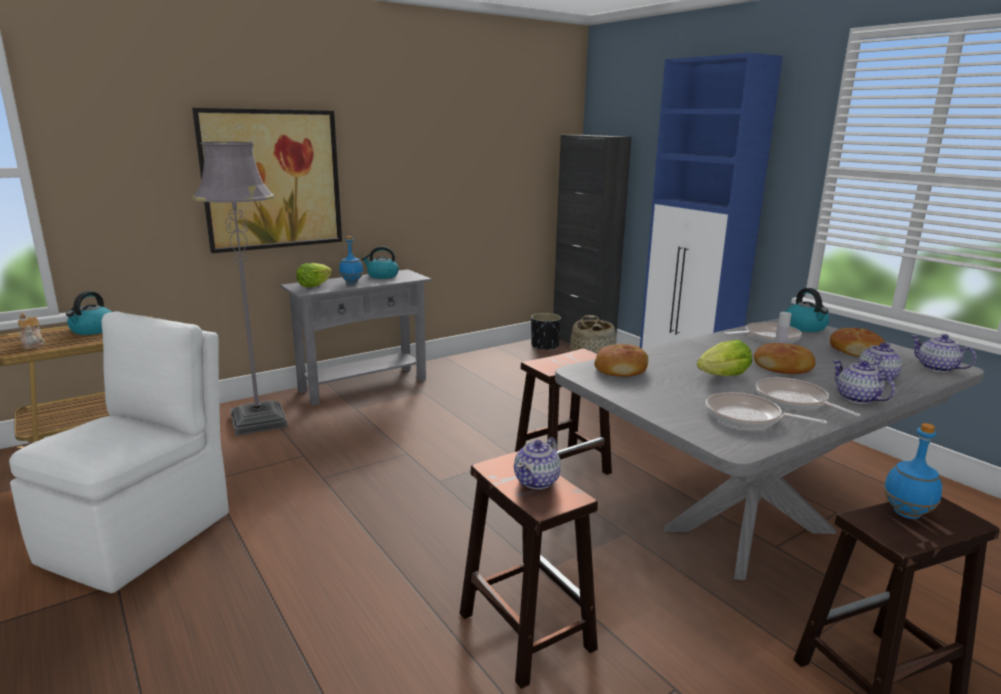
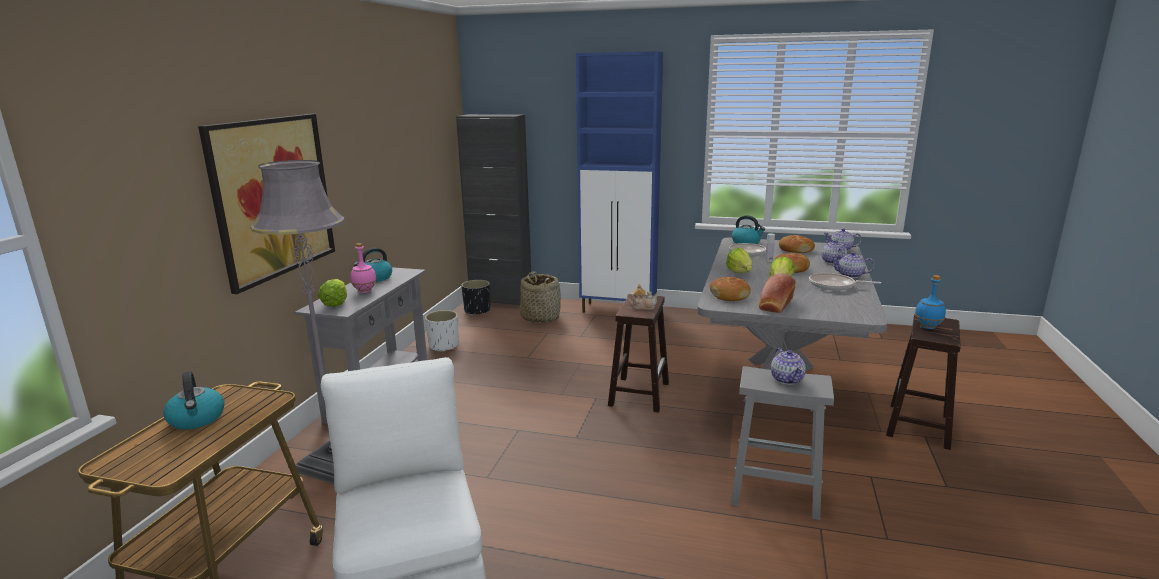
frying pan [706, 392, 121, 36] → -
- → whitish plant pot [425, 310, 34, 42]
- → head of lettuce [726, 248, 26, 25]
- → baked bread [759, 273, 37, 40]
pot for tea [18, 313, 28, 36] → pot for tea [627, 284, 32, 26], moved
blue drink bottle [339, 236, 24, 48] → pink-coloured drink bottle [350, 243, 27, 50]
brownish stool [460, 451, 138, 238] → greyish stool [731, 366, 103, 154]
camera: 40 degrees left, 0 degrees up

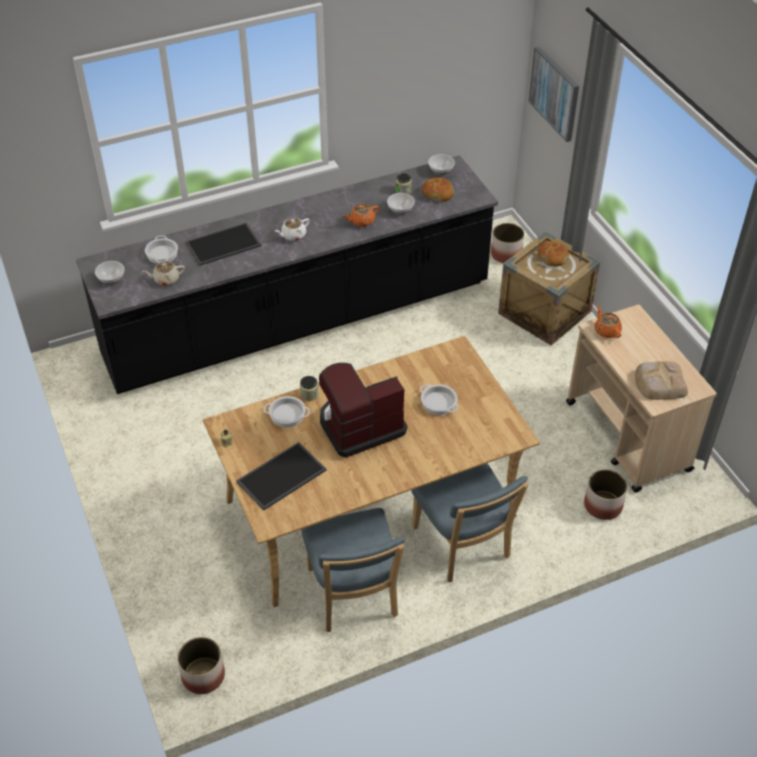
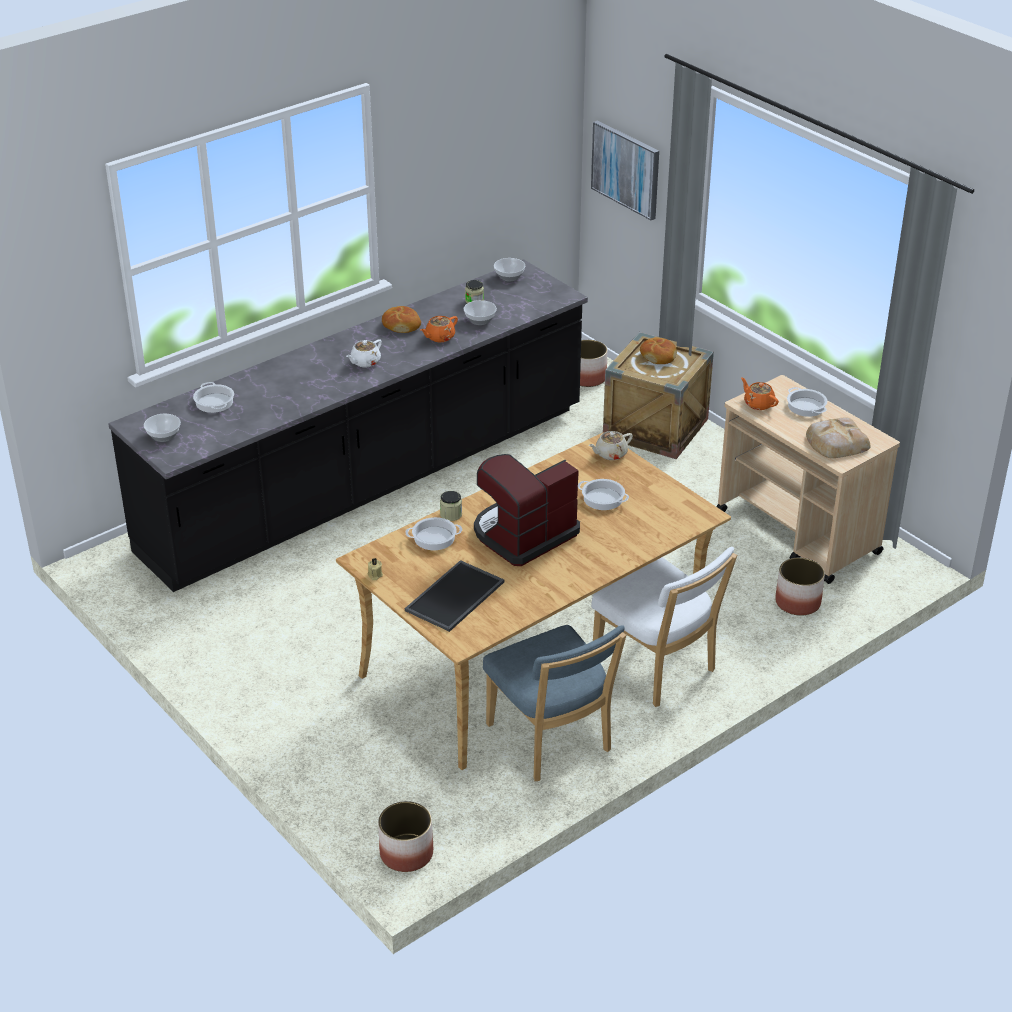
carrying tray [186, 223, 75, 43] → -
- → saucepot [787, 387, 40, 30]
sand-coloured pot for tea [142, 261, 43, 25] → sand-coloured pot for tea [588, 431, 45, 29], moved
baked bread [422, 177, 32, 25] → baked bread [382, 306, 39, 27], moved
blue chair [411, 463, 118, 119] → whitish chair [591, 547, 146, 160]
camera: 15 degrees left, 10 degrees down

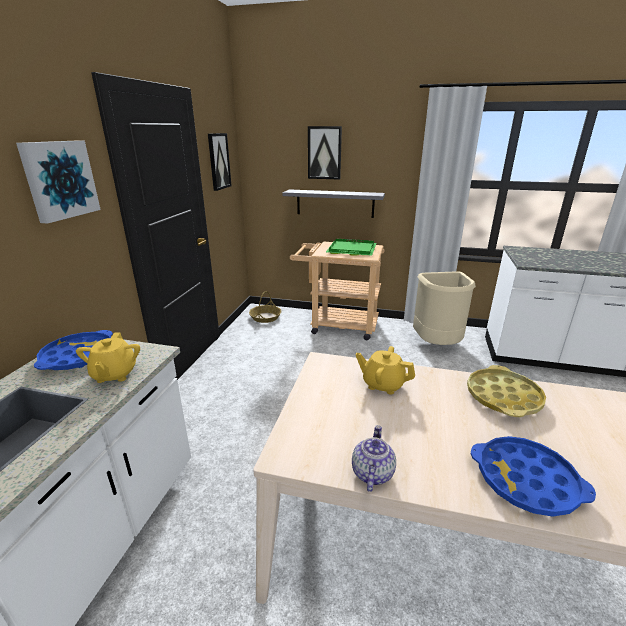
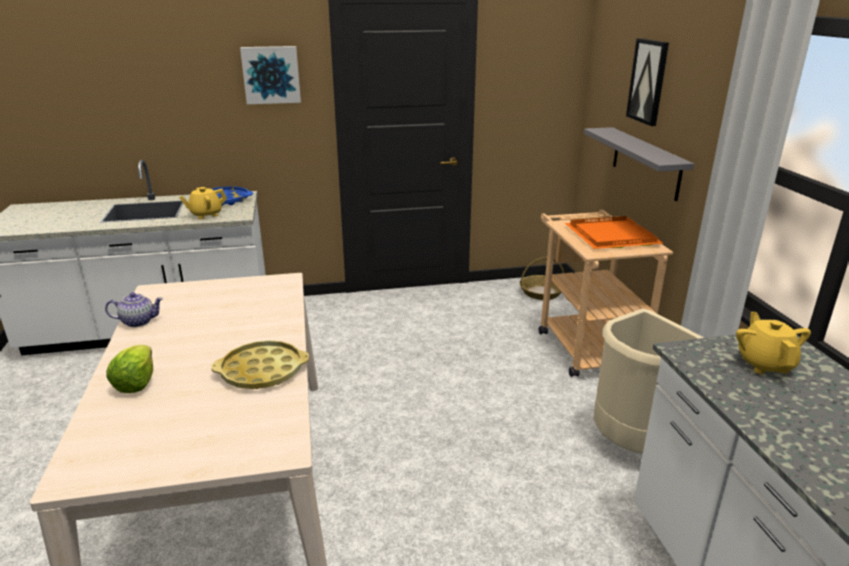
wall picture [208, 133, 24, 58] → -
yellow pot for tea [355, 346, 60, 49] → yellow pot for tea [736, 312, 75, 62], moved
blue carrying tray [471, 436, 125, 81] → head of lettuce [106, 345, 47, 48]
green carrying tray [326, 238, 51, 18] → orangey carrying tray [565, 216, 98, 33]
camera: 65 degrees right, 0 degrees up

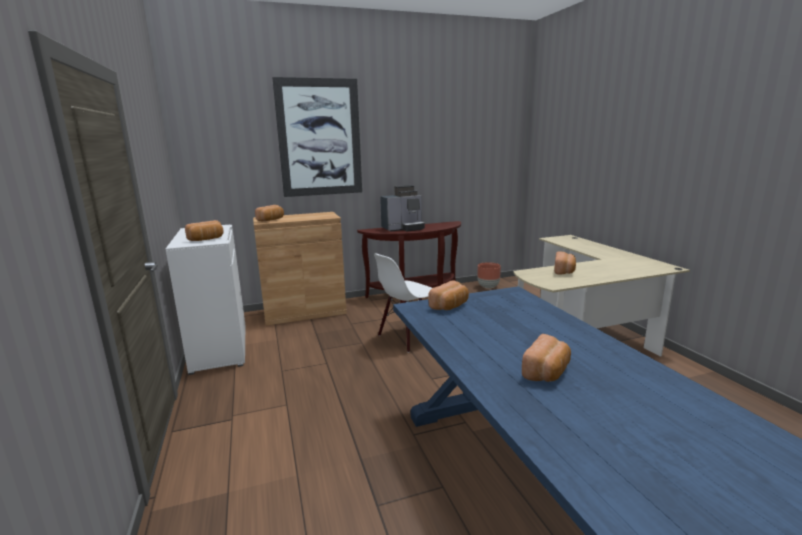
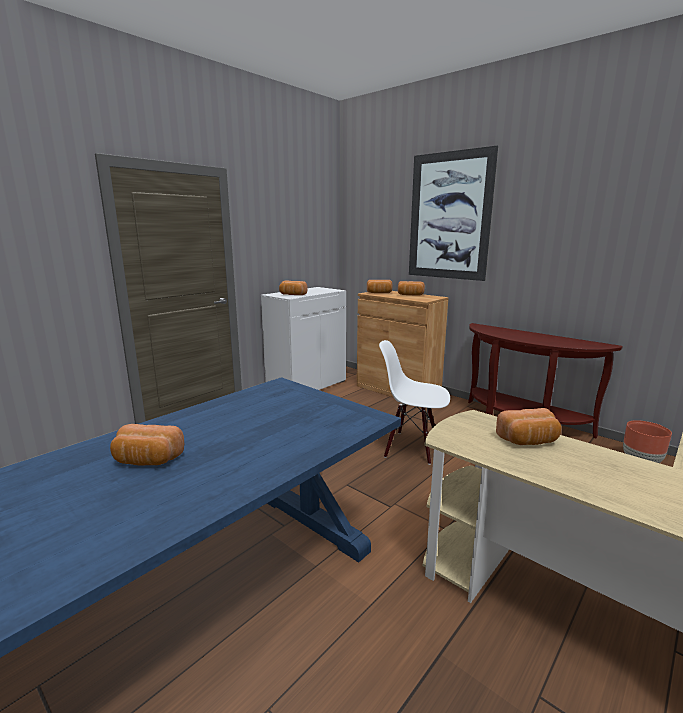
coffee maker [380, 185, 45, 46] → -
baked bread [428, 280, 41, 30] → baked bread [398, 281, 27, 14], moved
camera: 60 degrees right, 0 degrees up

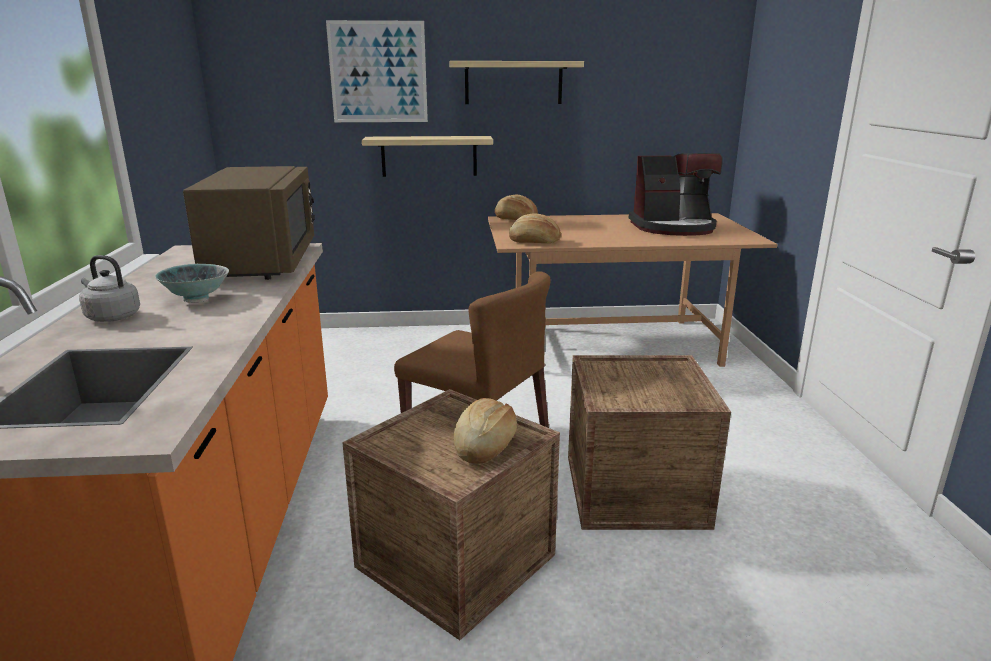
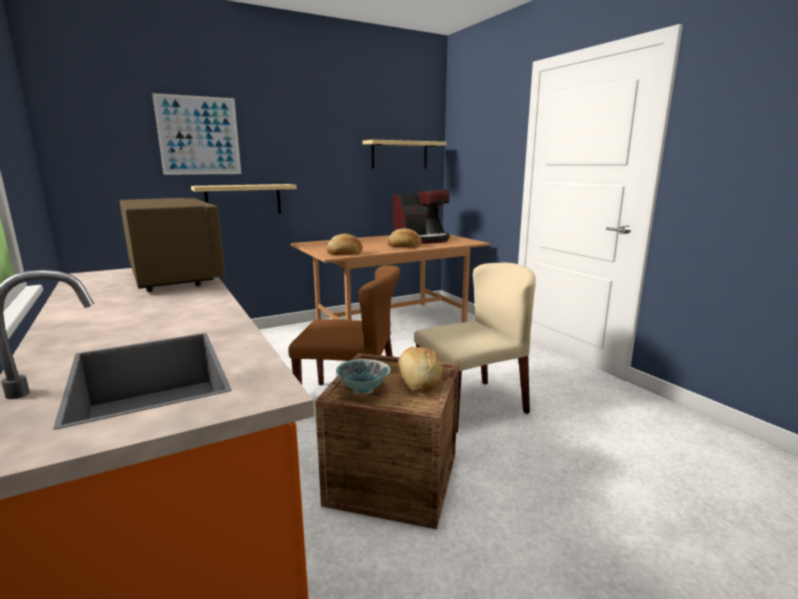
greyish water kettle [79, 255, 61, 67] → -
bowl [155, 264, 74, 39] → bowl [336, 359, 55, 35], moved
bracket shelf [449, 61, 135, 43] → bracket shelf [362, 140, 84, 29], moved
baked bread [495, 195, 43, 25] → baked bread [388, 228, 34, 19], moved
crate [568, 355, 163, 175] → sand-coloured chair [414, 263, 122, 170]
camera: 25 degrees left, 5 degrees down

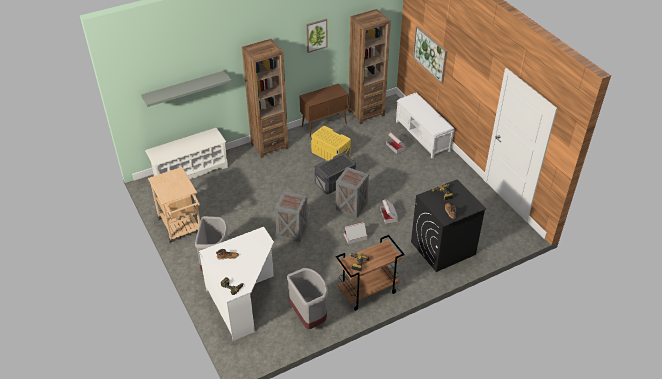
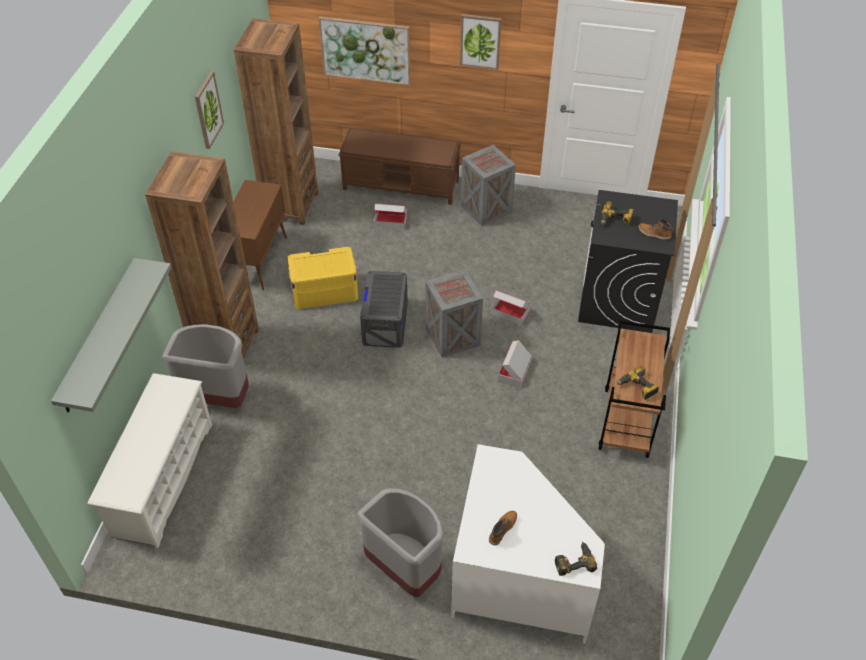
sand-coloured wheeled cart [148, 167, 52, 75] → -
- → wall picture [460, 14, 42, 56]
crate [275, 191, 33, 51] → crate [461, 145, 55, 81], moved
greyish trash can [287, 268, 41, 62] → greyish trash can [162, 324, 87, 84], moved
whitish indoor bench [396, 92, 59, 67] → brownish indoor bench [339, 127, 122, 78]
camera: 50 degrees left, 5 degrees up

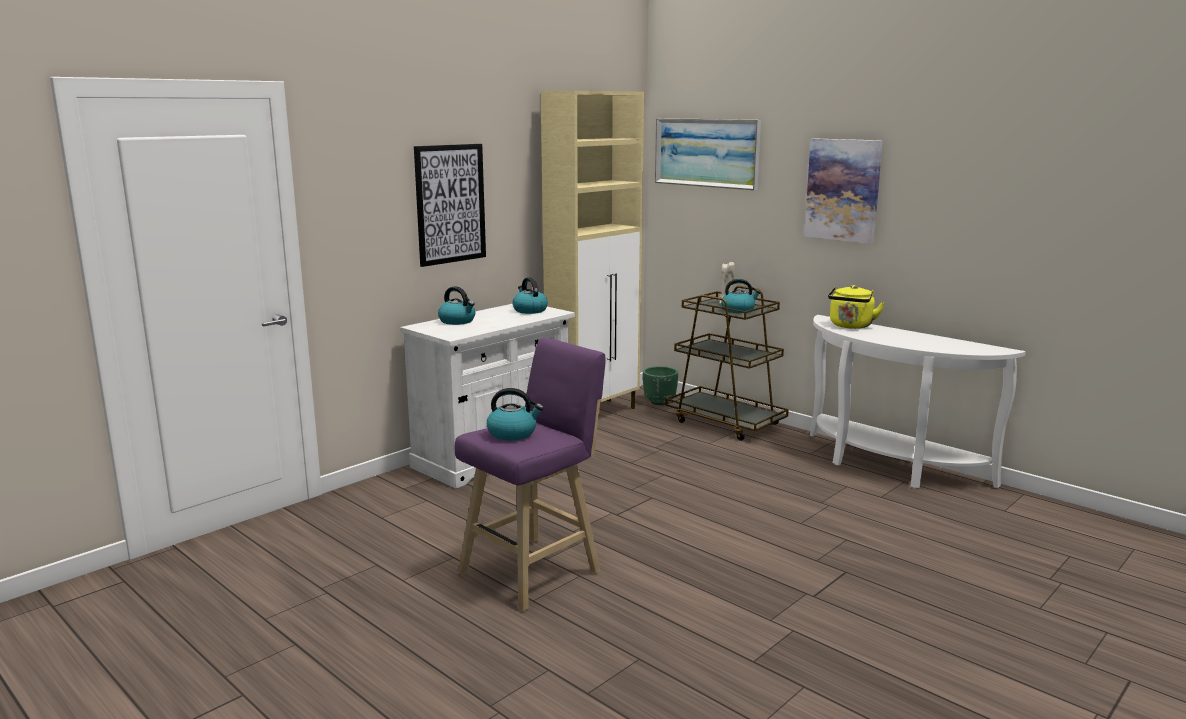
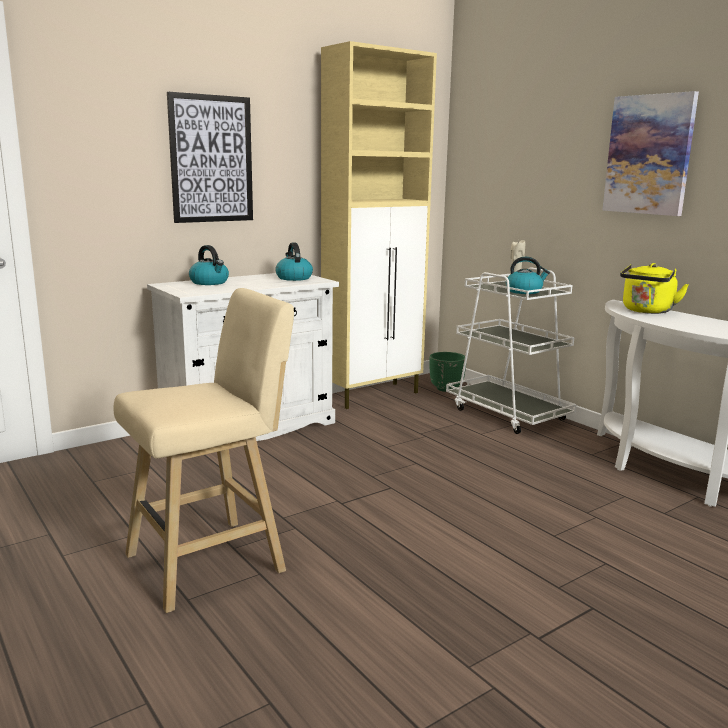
water kettle [487, 388, 57, 52] → -
wall picture [655, 118, 106, 72] → -
purple-coloured stool [455, 338, 151, 273] → sand-coloured stool [113, 288, 181, 325]
brownish wheeled cart [665, 286, 124, 155] → whitish wheeled cart [446, 267, 131, 167]
camera: 10 degrees right, 0 degrees up

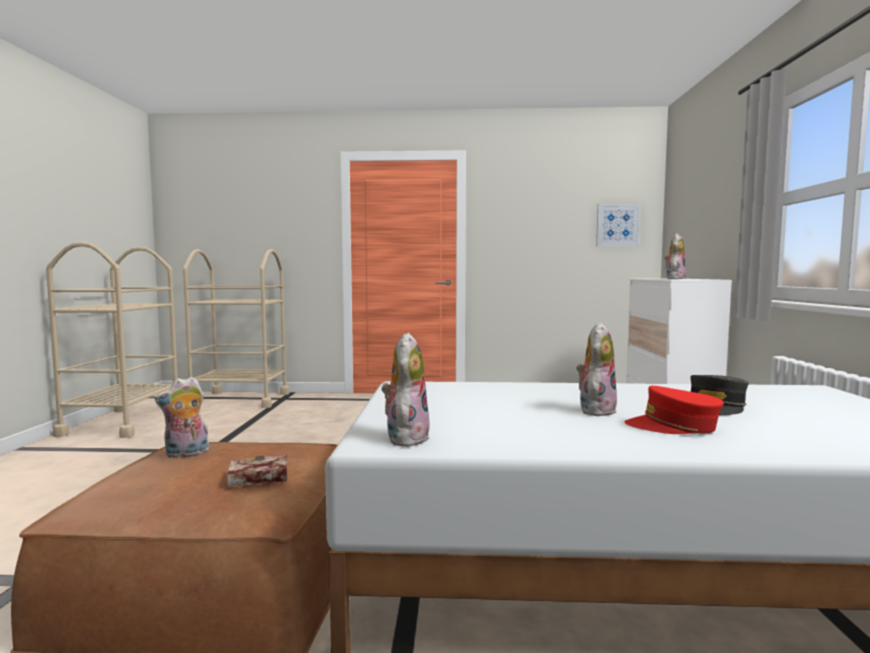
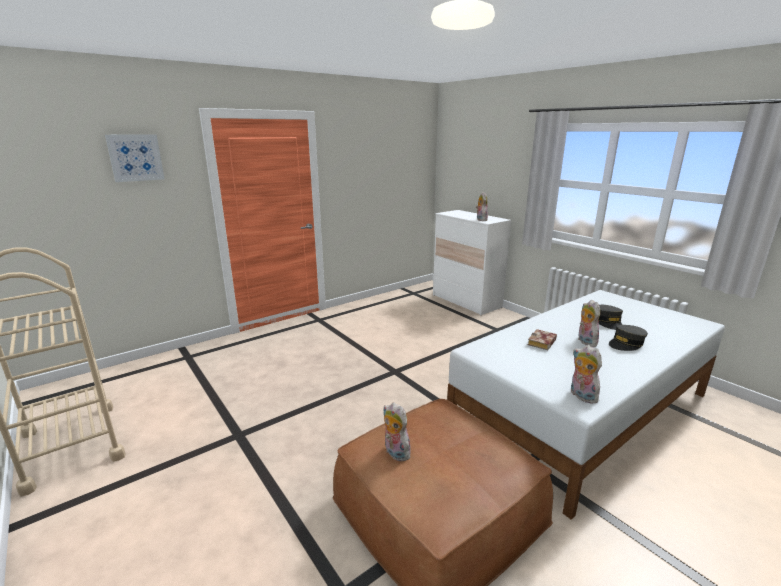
sand-coloured wheeled cart [183, 249, 107, 159] → -
volume [227, 455, 60, 32] → volume [528, 329, 29, 21], moved
wall picture [596, 204, 45, 42] → wall picture [105, 134, 60, 48], moved
red-coloured baseball cap [624, 386, 100, 48] → greyish baseball cap [609, 325, 39, 26]
cuddly toy [155, 377, 55, 82] → cuddly toy [384, 402, 27, 60], 120 degrees clockwise
camera: 40 degrees left, 15 degrees up

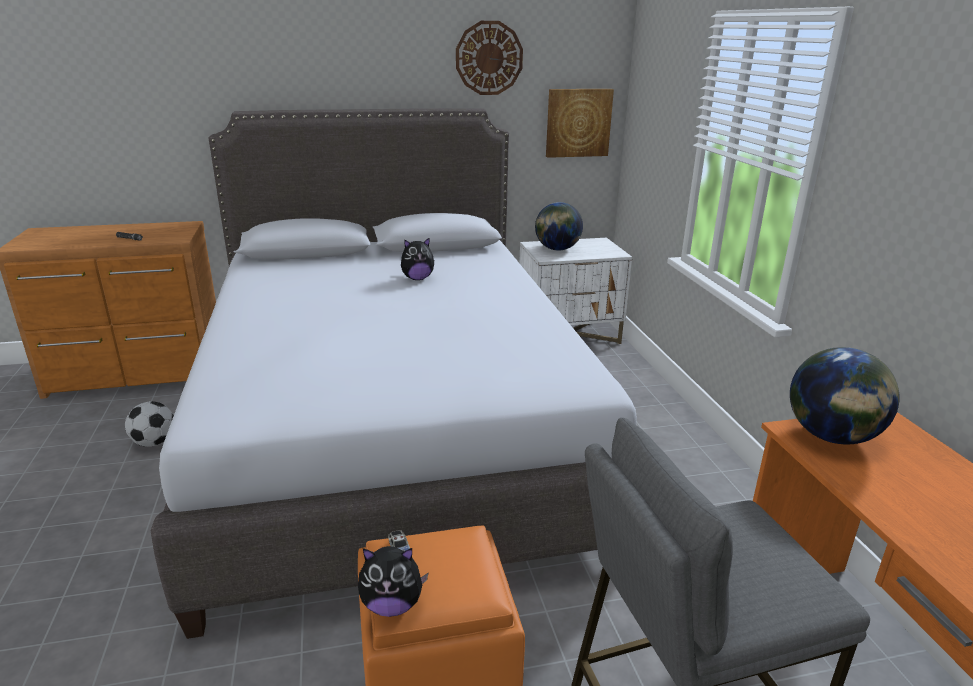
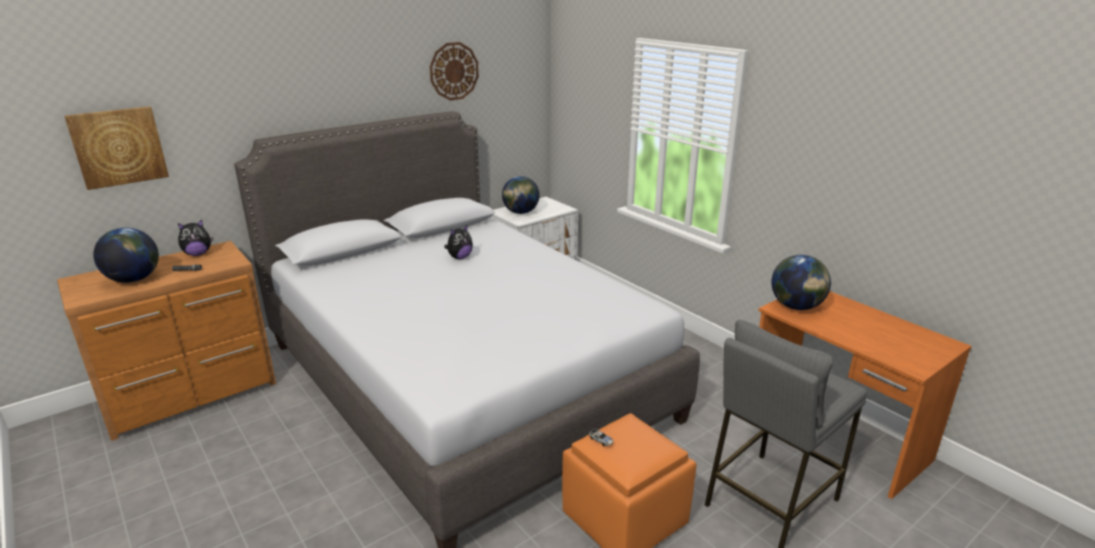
football [125, 401, 49, 46] → -
- → world globe [93, 228, 66, 55]
cuddly toy [358, 546, 71, 71] → cuddly toy [178, 220, 35, 36], moved
wall picture [546, 89, 68, 69] → wall picture [64, 106, 105, 84], moved
camera: 25 degrees left, 0 degrees up

